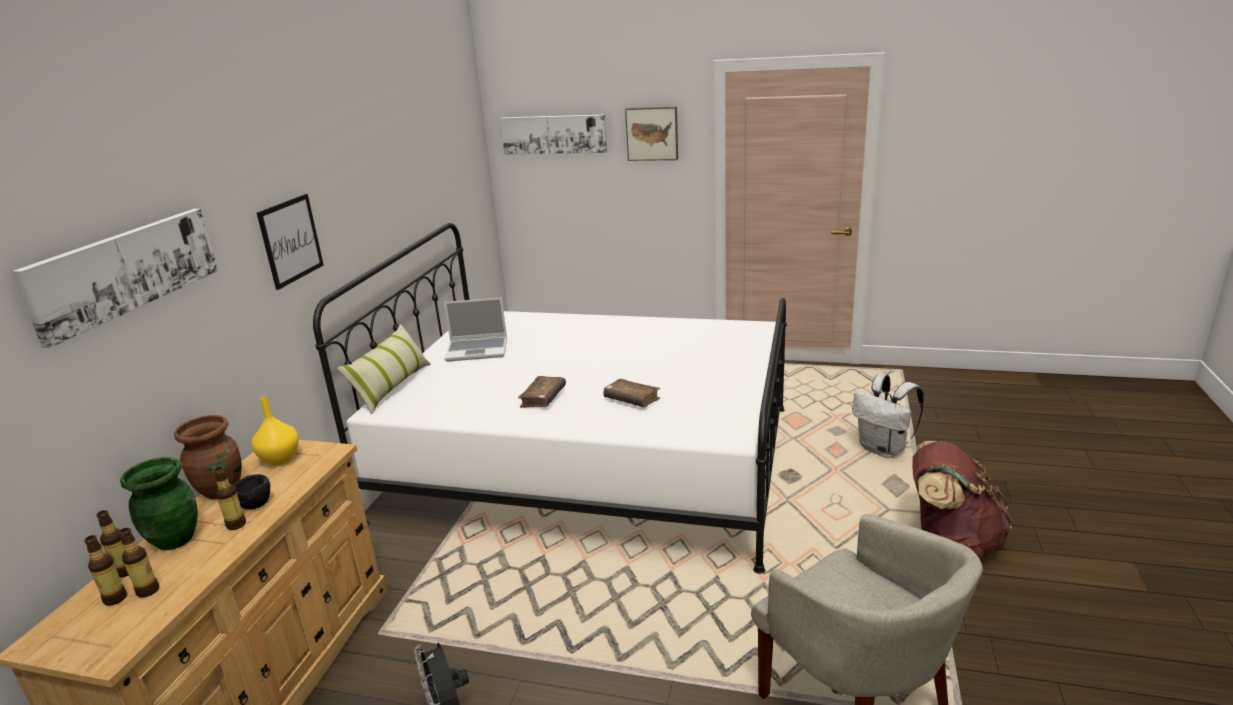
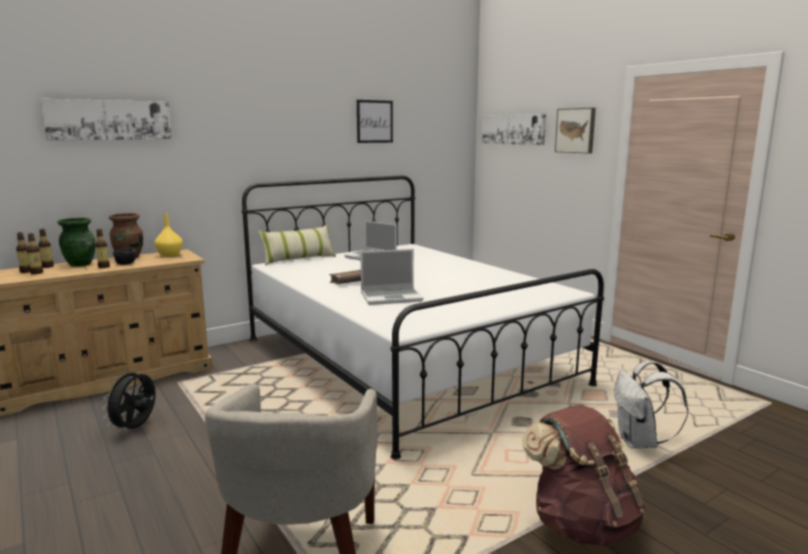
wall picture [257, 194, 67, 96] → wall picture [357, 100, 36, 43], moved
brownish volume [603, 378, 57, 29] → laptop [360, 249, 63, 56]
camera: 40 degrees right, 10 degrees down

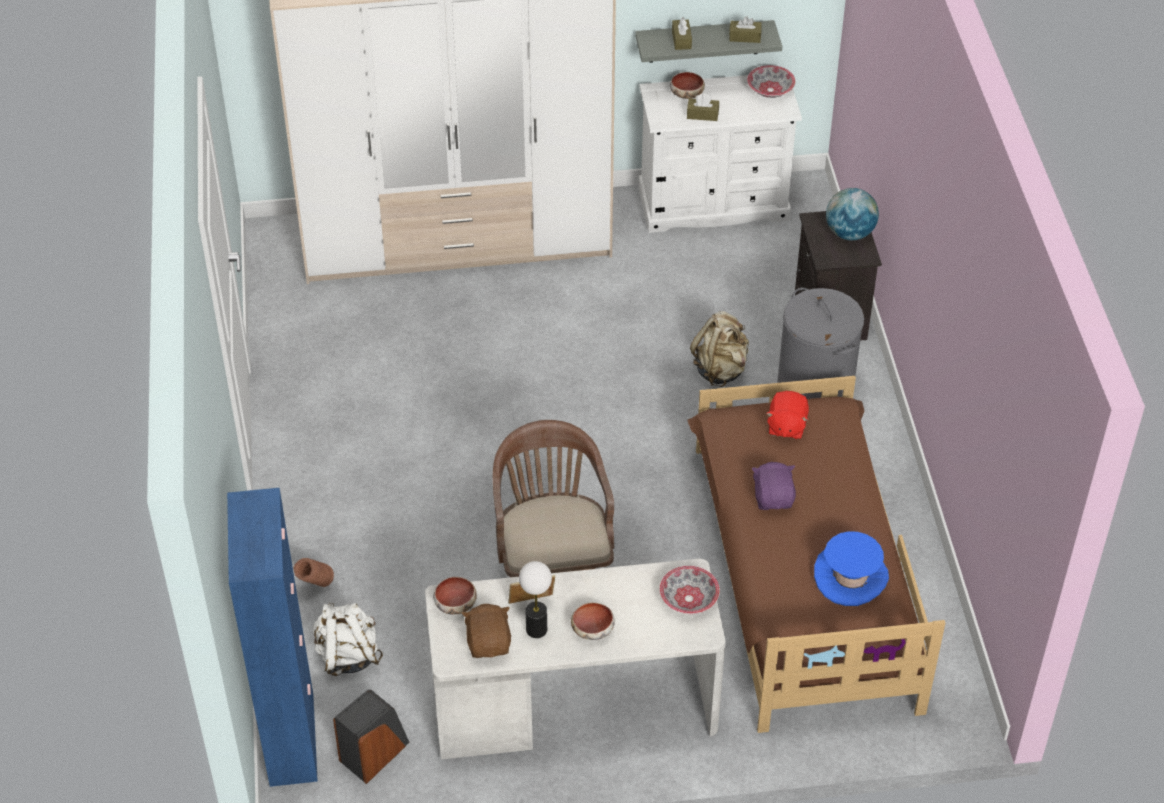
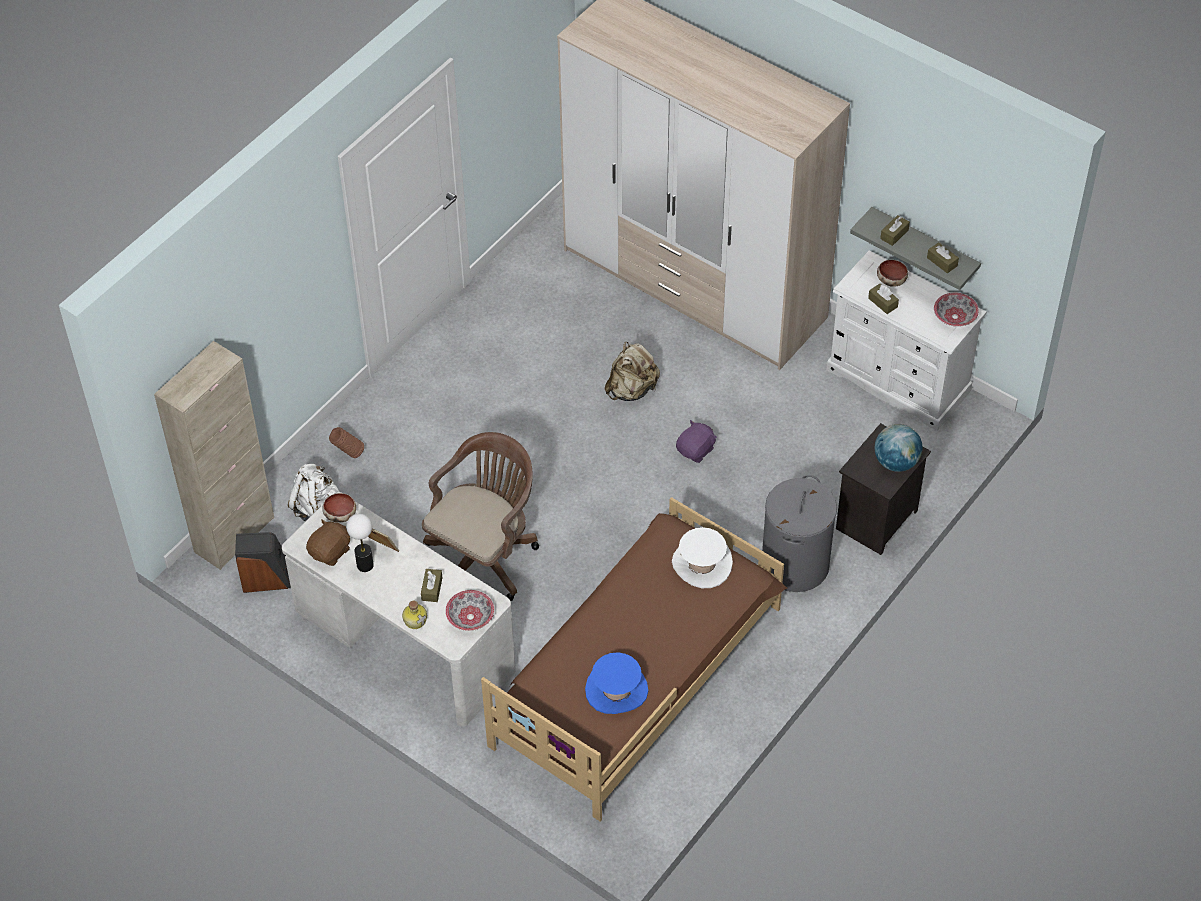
bowl [571, 602, 44, 38] → -
- → drink bottle [402, 601, 25, 28]
- → brownish tissue box [421, 569, 21, 33]
sand-coloured rucksack [690, 311, 59, 76] → sand-coloured rucksack [605, 342, 55, 59], moved
purple-coloured cuddly toy [752, 462, 44, 48] → purple-coloured cuddly toy [676, 420, 41, 43], moved
red-coloured cuddly toy [766, 391, 43, 48] → whitish clothing hat [672, 527, 61, 61]
blue cabinet [227, 488, 91, 299] → sand-coloured cabinet [154, 341, 120, 229]
camera: 45 degrees right, 5 degrees up

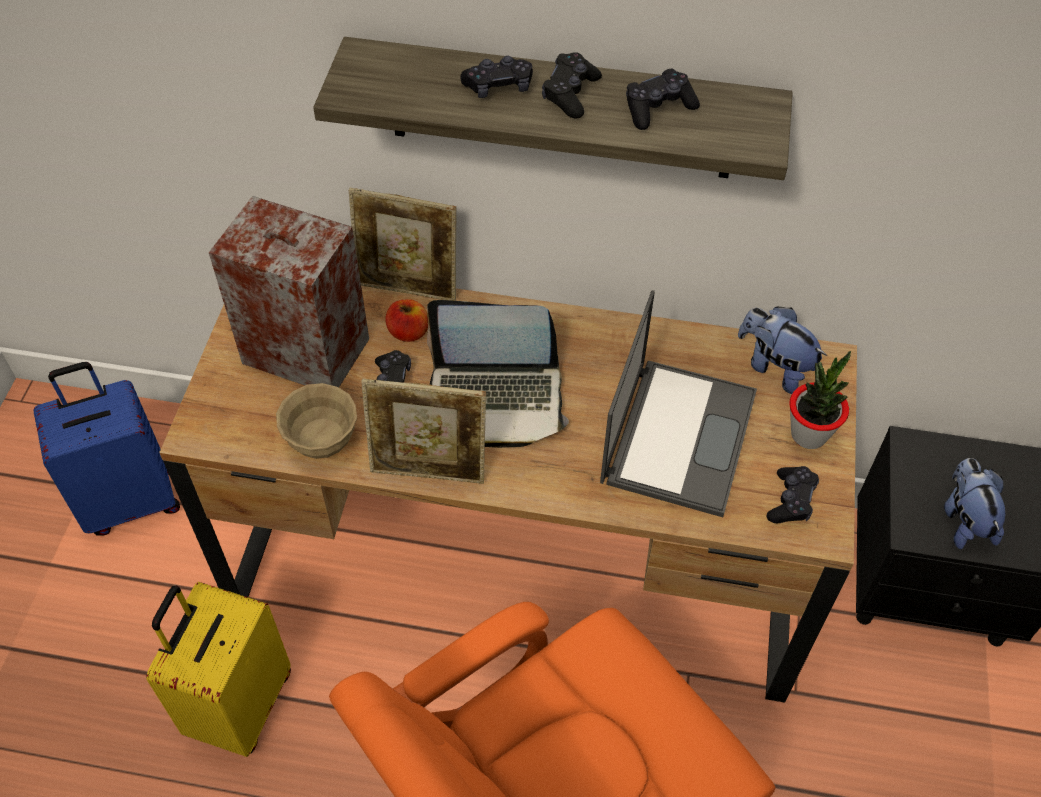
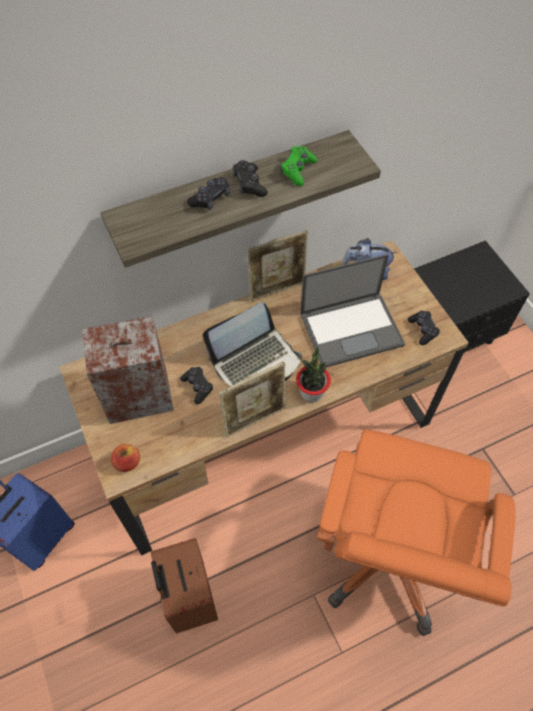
sand-coloured bowl [276, 383, 81, 76] → -
cuddly toy [944, 458, 62, 91] → -
standing frame [349, 188, 108, 113] → standing frame [247, 230, 61, 71], moved
whole apple [386, 299, 42, 43] → whole apple [111, 444, 29, 28], moved
plant in a pot [789, 351, 62, 98] → plant in a pot [296, 346, 35, 56], moved
yellow piece of luggage [146, 582, 145, 175] → brownish piece of luggage [151, 538, 67, 96]
black-coloured joypad [626, 69, 74, 61] → green joypad [281, 146, 36, 40]
laptop [600, 290, 157, 227] → laptop [300, 254, 105, 114], 90 degrees clockwise
camera: 35 degrees left, 5 degrees up

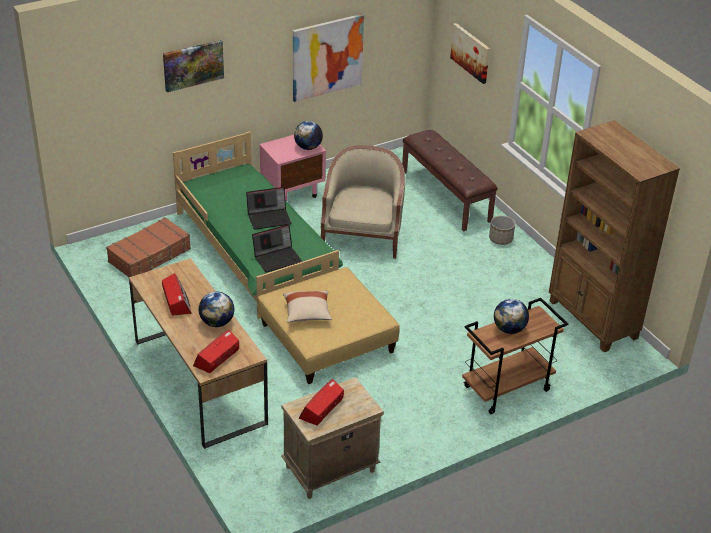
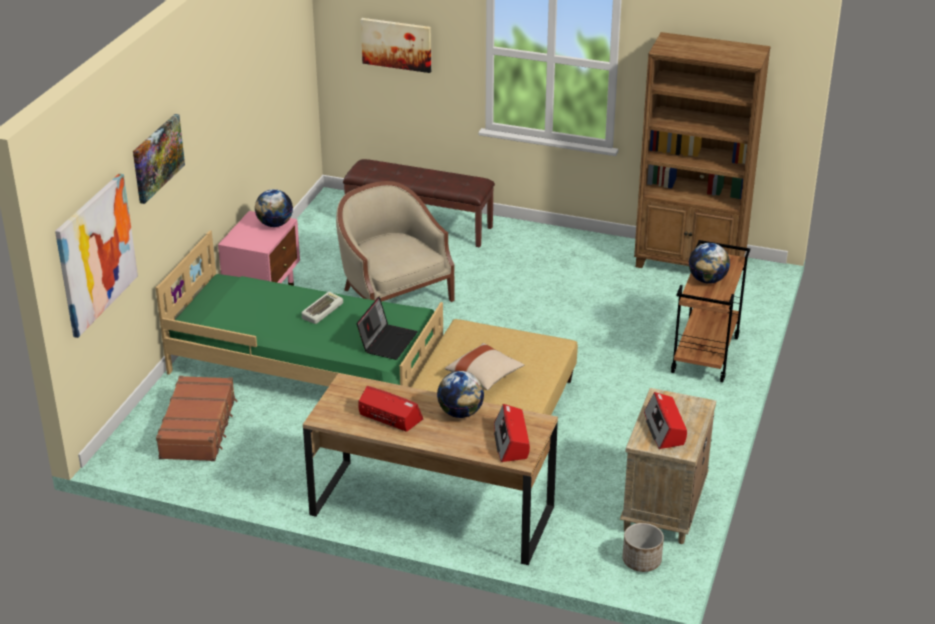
wall picture [293, 14, 71, 88] → wall picture [55, 173, 83, 165], moved
plant pot [489, 216, 26, 29] → plant pot [622, 523, 42, 49], moved
laptop [246, 187, 45, 43] → keyboard [302, 292, 41, 32]
camera: 40 degrees left, 5 degrees down

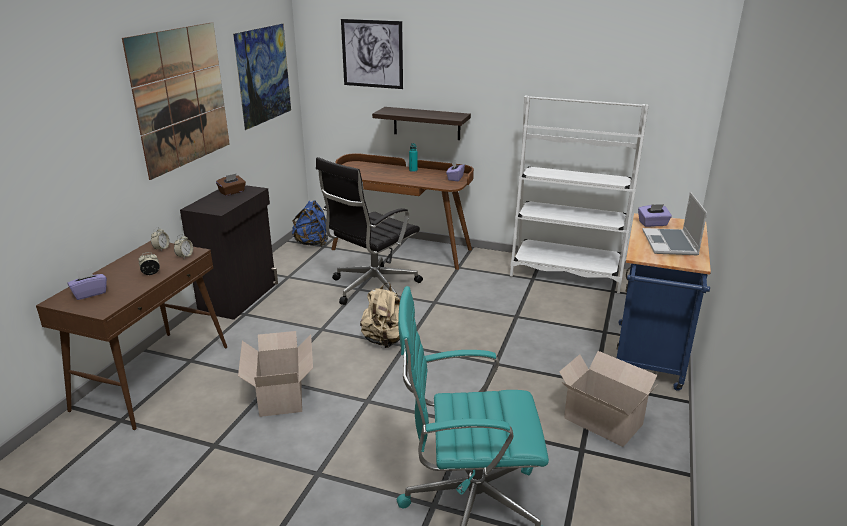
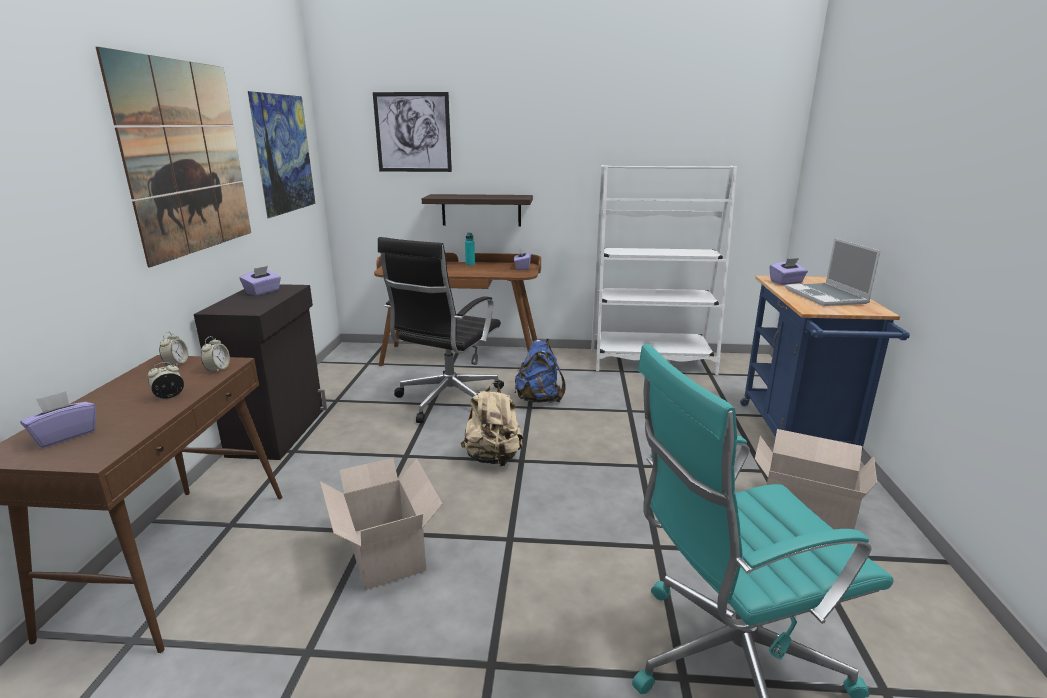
blue rucksack [292, 200, 36, 47] → blue rucksack [515, 339, 51, 64], moved
brownish tissue box [216, 174, 30, 22] → purple-coloured tissue box [240, 266, 41, 30]
camera: 15 degrees left, 5 degrees down

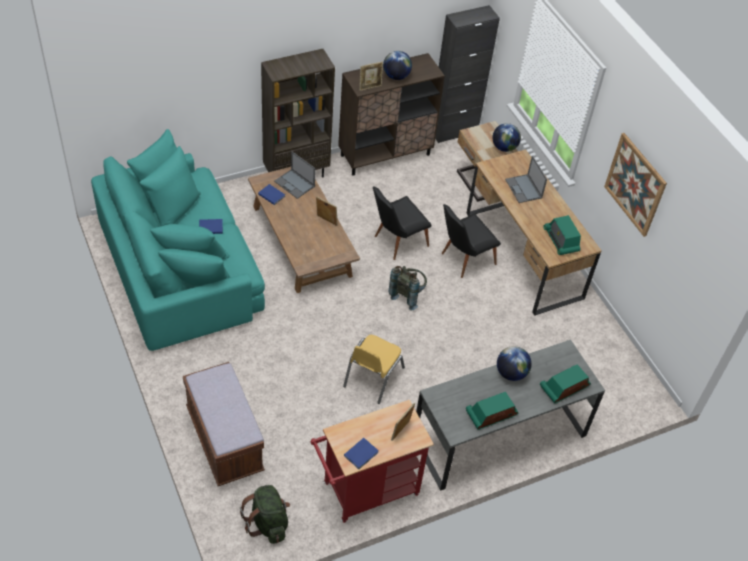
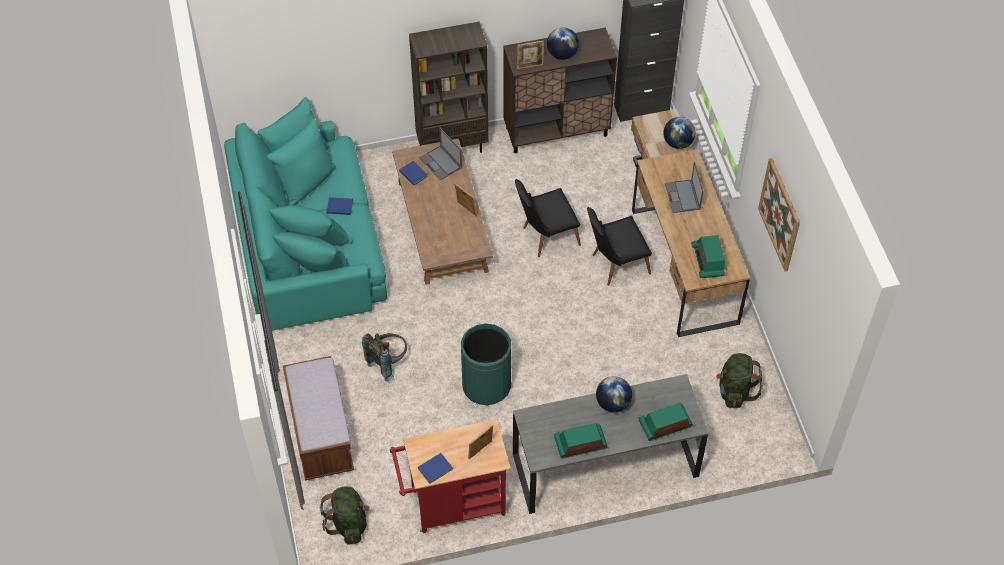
- → green rucksack [716, 353, 47, 55]
greyish rucksack [388, 266, 39, 44] → greyish rucksack [362, 333, 45, 48], moved
yellow chair [343, 335, 62, 69] → green trash can [461, 323, 50, 82]
camera: 15 degrees right, 5 degrees up

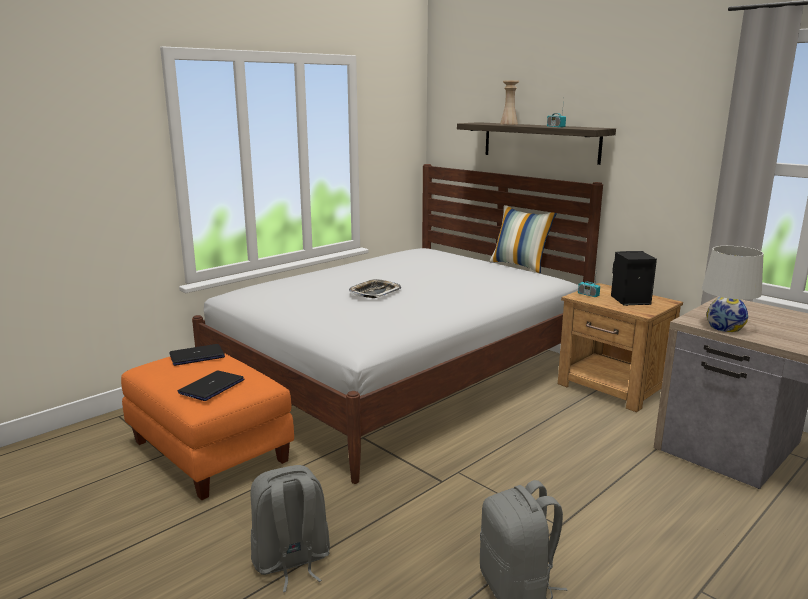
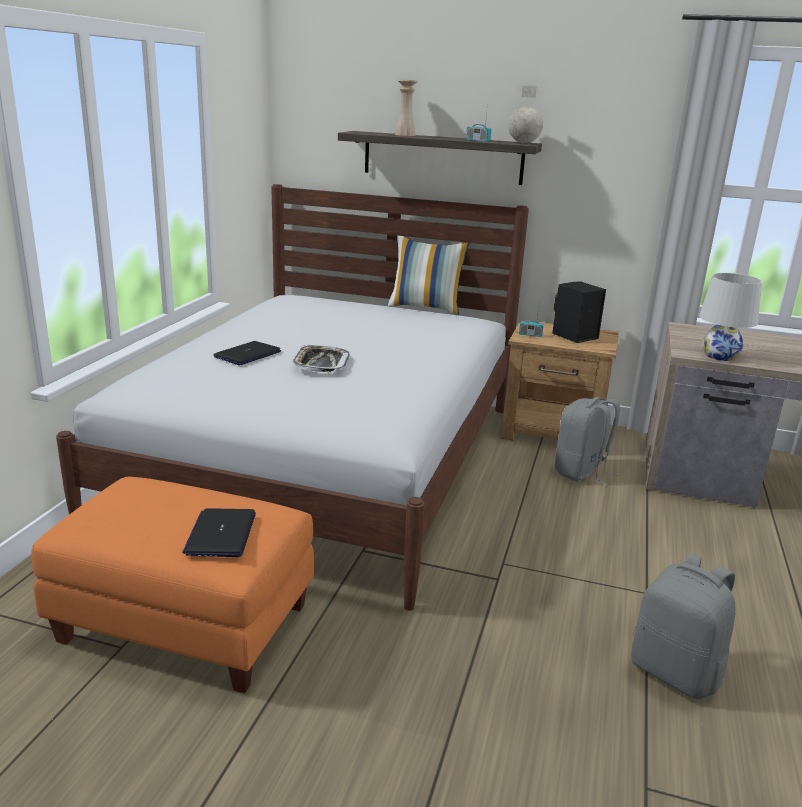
- → world globe [508, 86, 35, 57]
laptop [169, 344, 56, 22] → laptop [213, 341, 68, 24], moved
greyish rucksack [251, 465, 79, 127] → greyish rucksack [555, 397, 65, 88], moved
camera: 30 degrees left, 5 degrees up

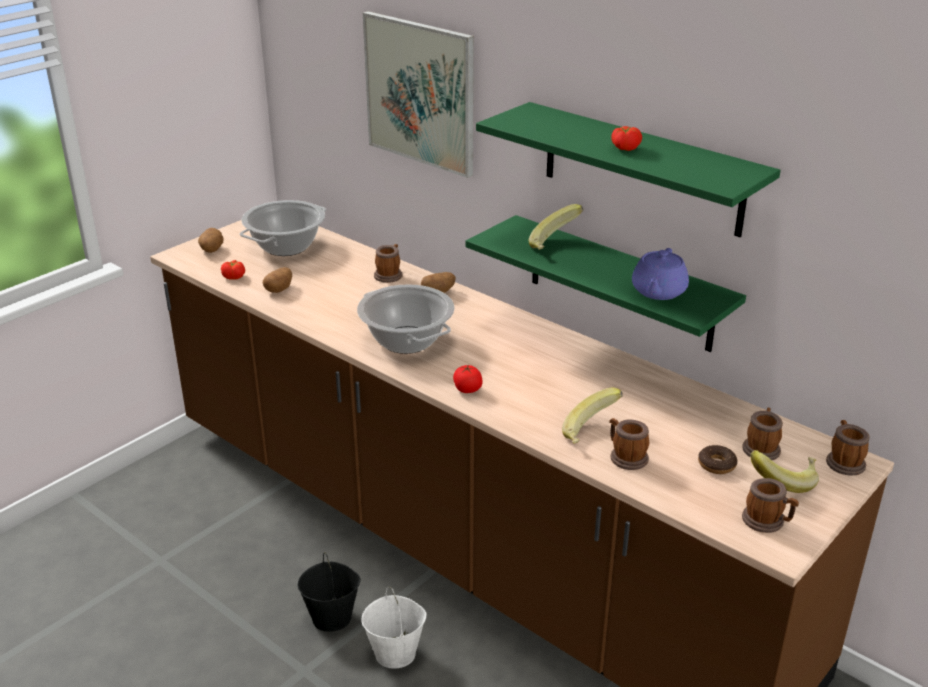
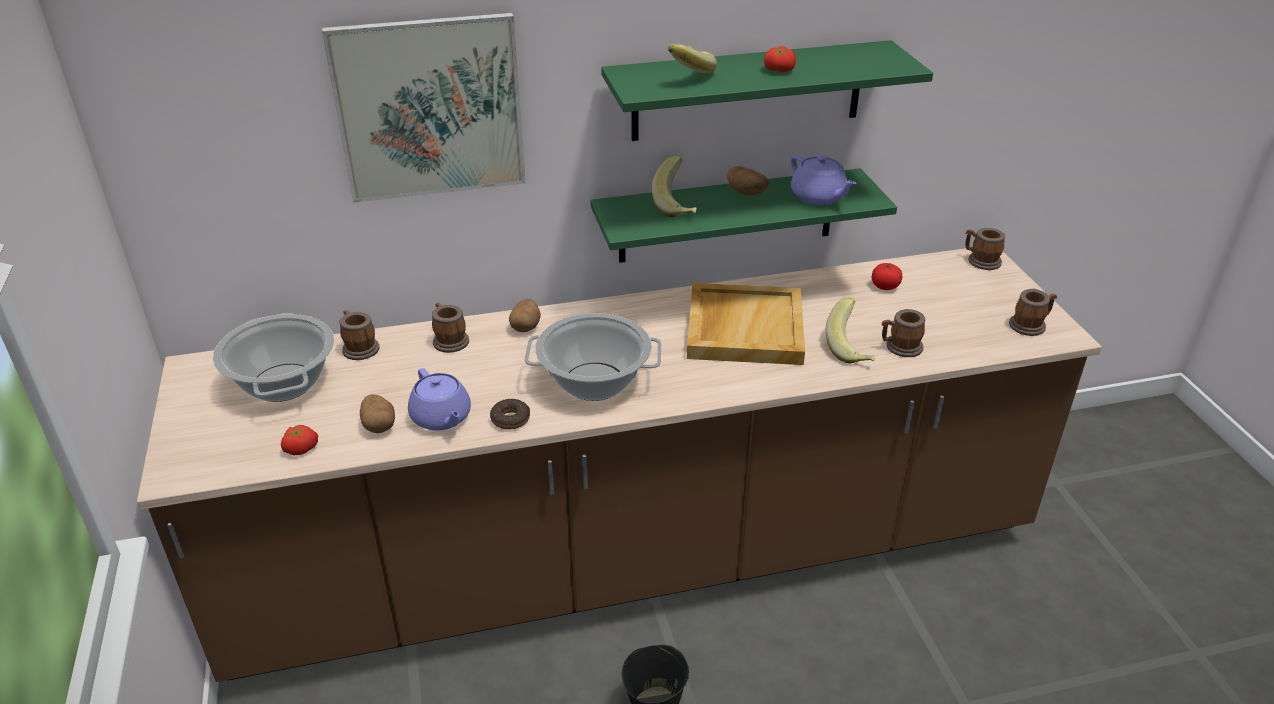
whitish water bucket [362, 587, 65, 82] → -
- → purple-coloured pot for tea [408, 368, 63, 63]
- → sand-coloured carrying tray [687, 283, 118, 82]
potato [198, 228, 25, 25] → potato [727, 166, 42, 30], moved
tomato [453, 365, 30, 28] → tomato [872, 263, 30, 27], moved
ring doughnut [698, 445, 39, 29] → ring doughnut [490, 399, 40, 31], moved
mug [742, 408, 41, 52] → mug [340, 310, 39, 50], moved
whole banana [750, 450, 69, 43] → whole banana [668, 44, 49, 30], moved
camera: 55 degrees left, 5 degrees up

